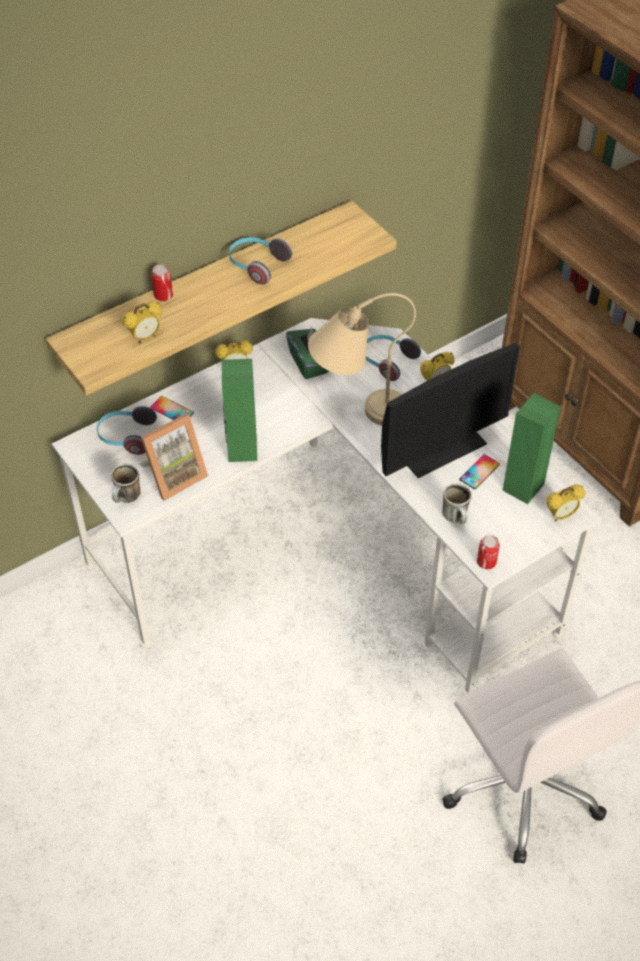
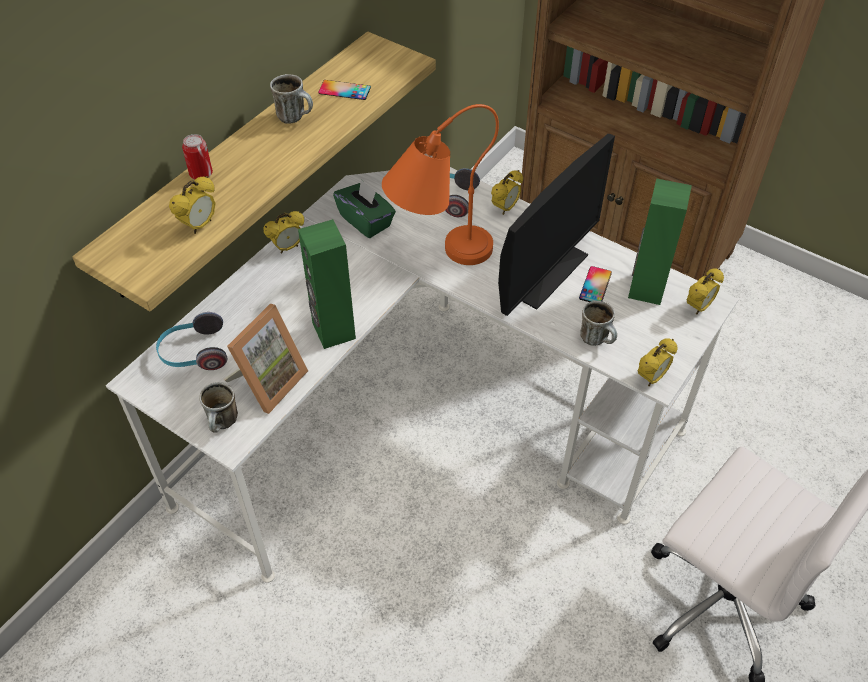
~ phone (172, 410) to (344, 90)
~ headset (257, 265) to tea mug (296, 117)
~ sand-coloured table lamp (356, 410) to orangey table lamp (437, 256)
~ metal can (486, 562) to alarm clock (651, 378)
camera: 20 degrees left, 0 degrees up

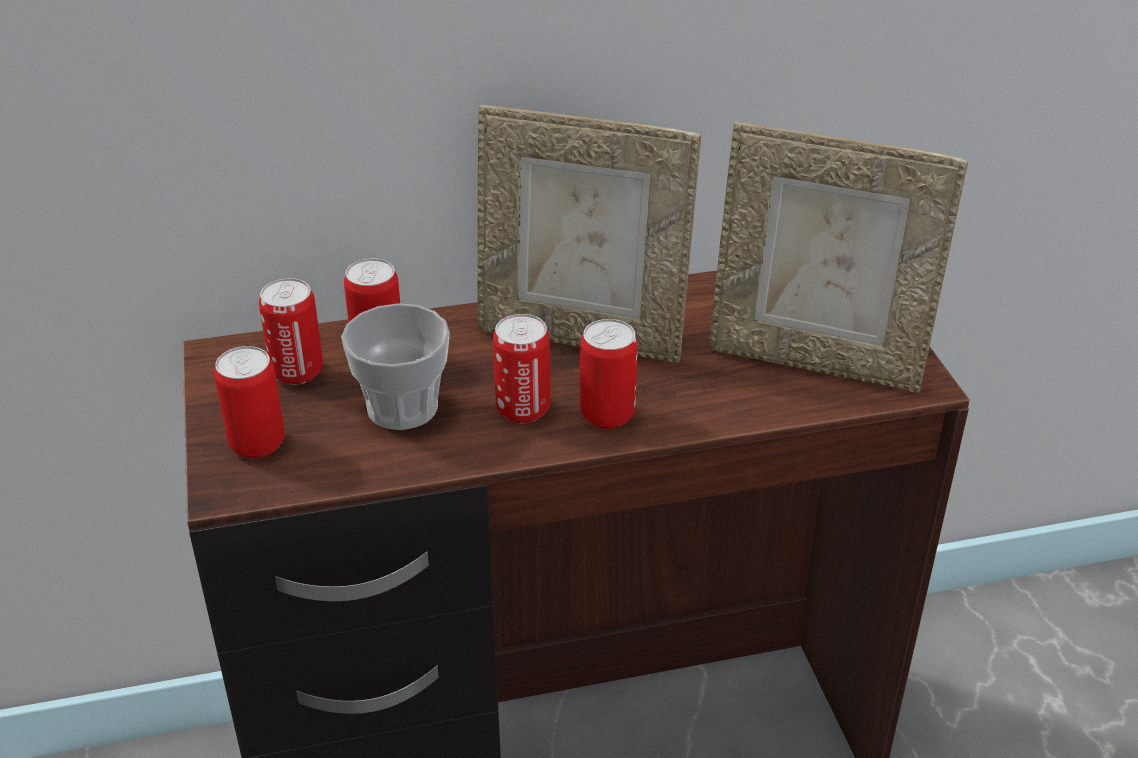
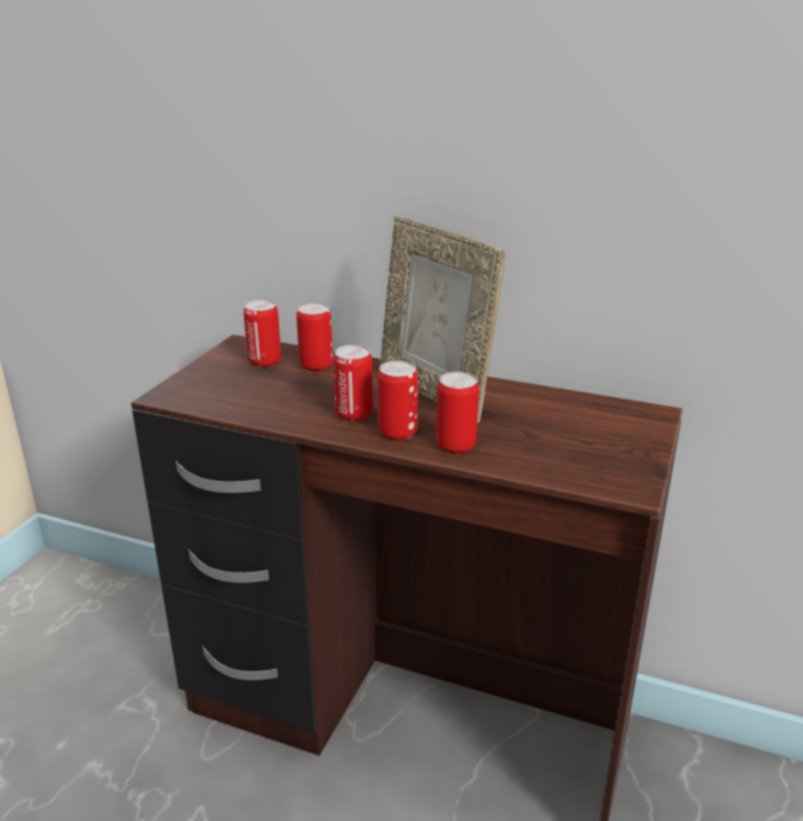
~ metal can (257, 444) to (455, 445)
- small cup (402, 408)
- standing frame (816, 361)
camera: 35 degrees right, 10 degrees down

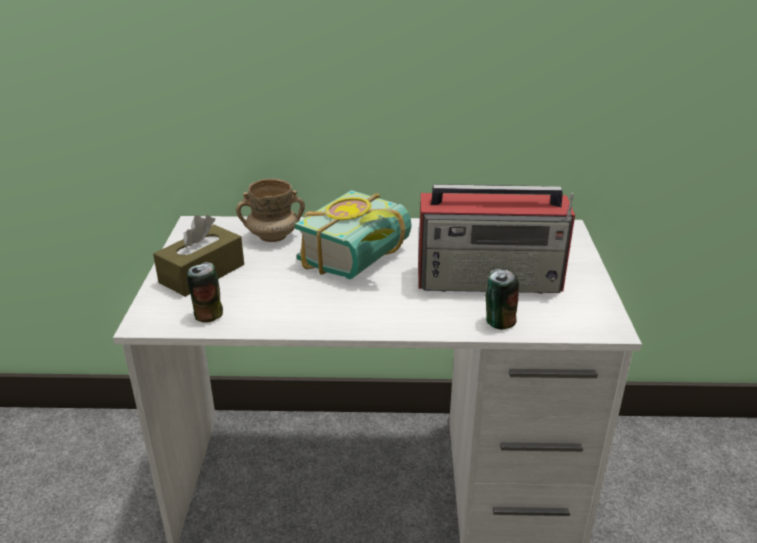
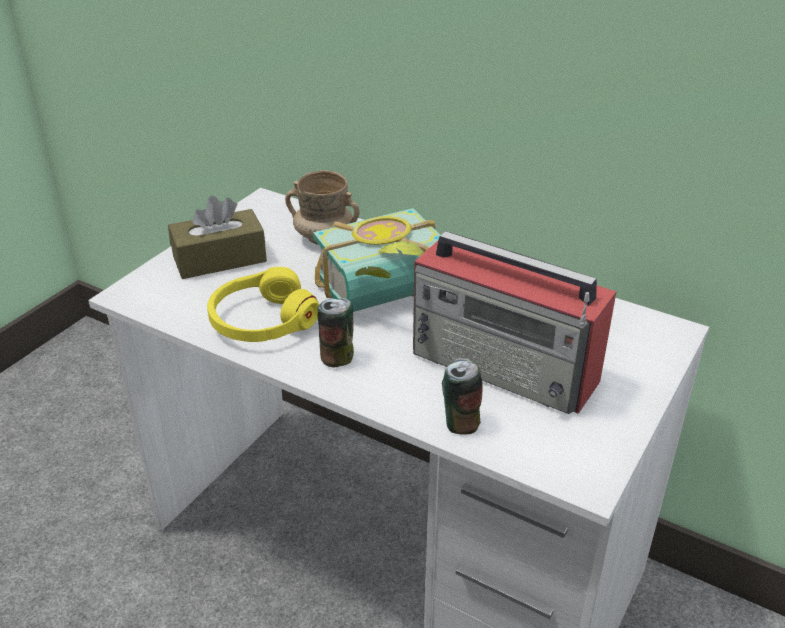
~ metal can (208, 315) to (337, 357)
+ yellowish headset (262, 321)
camera: 30 degrees right, 5 degrees up

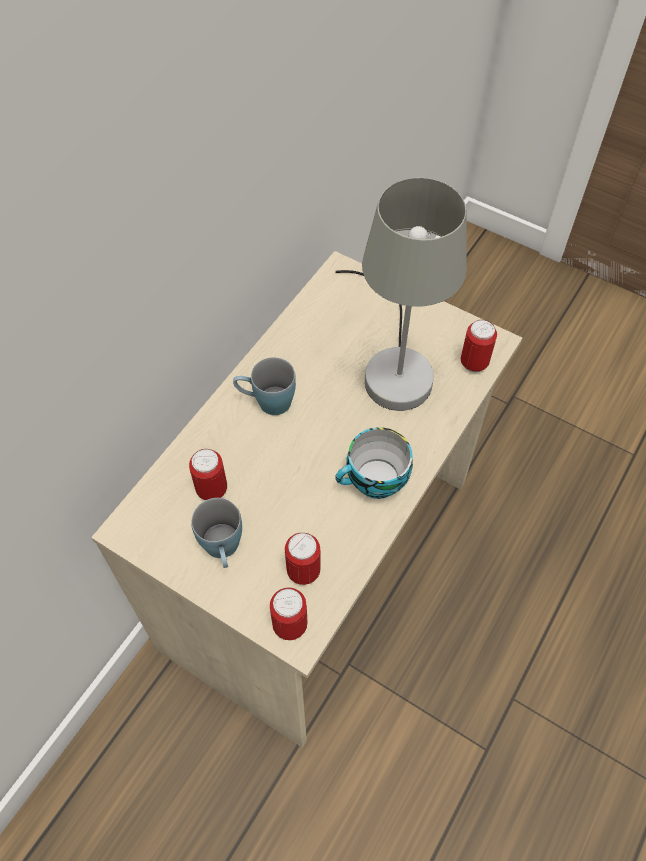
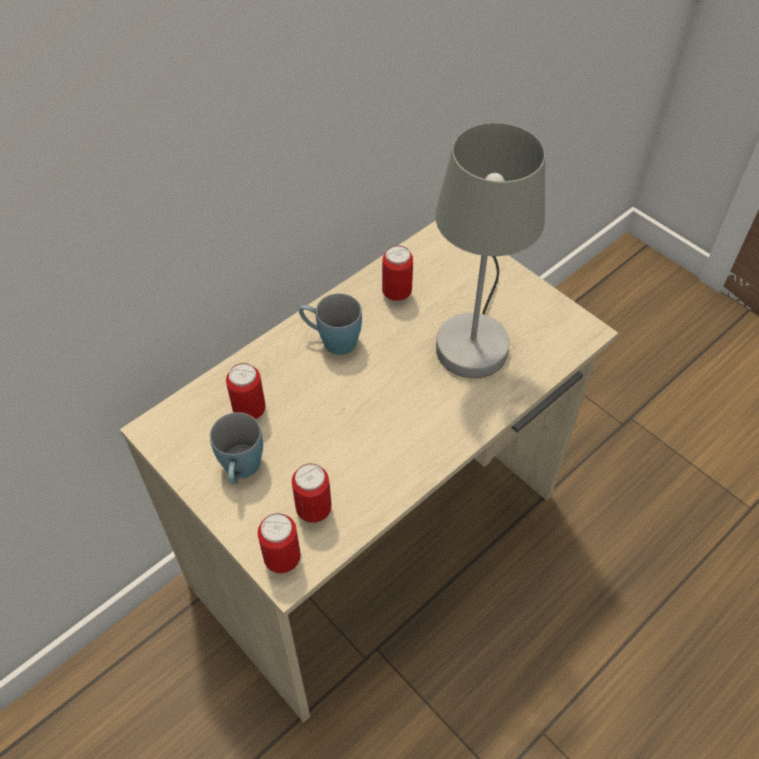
- small cup (374, 482)
~ metal can (474, 363) to (396, 294)
camera: 15 degrees right, 5 degrees down

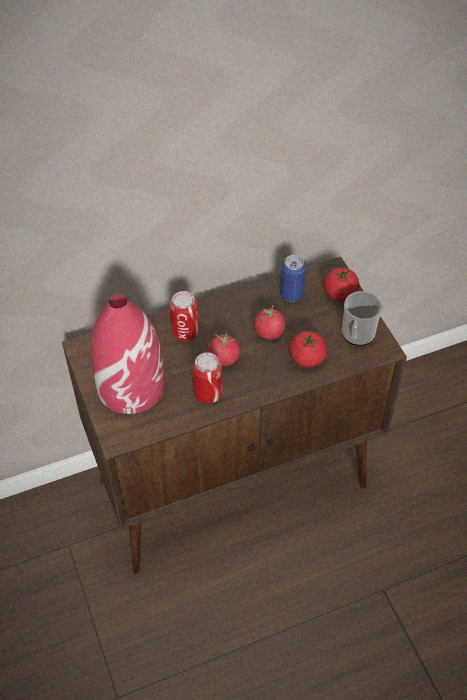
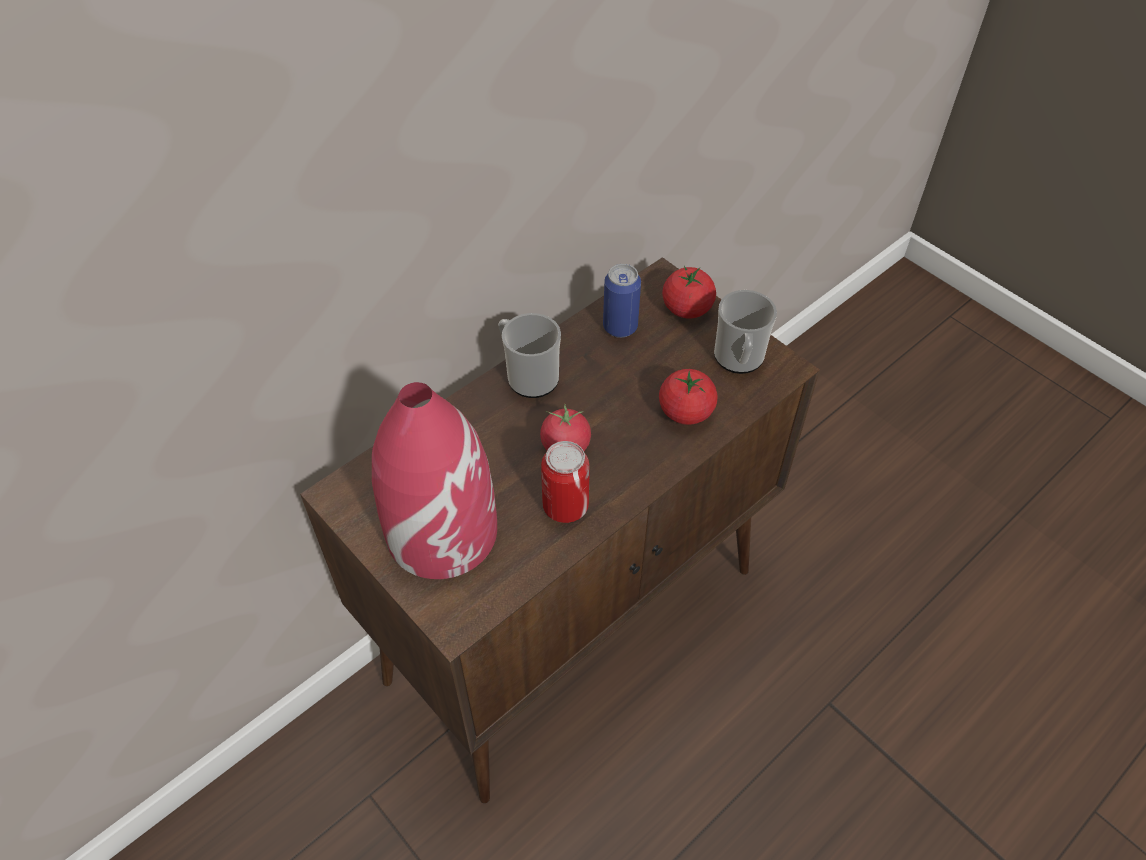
- metal can (185, 332)
- tomato (269, 332)
+ tea mug (528, 376)
camera: 20 degrees left, 0 degrees up

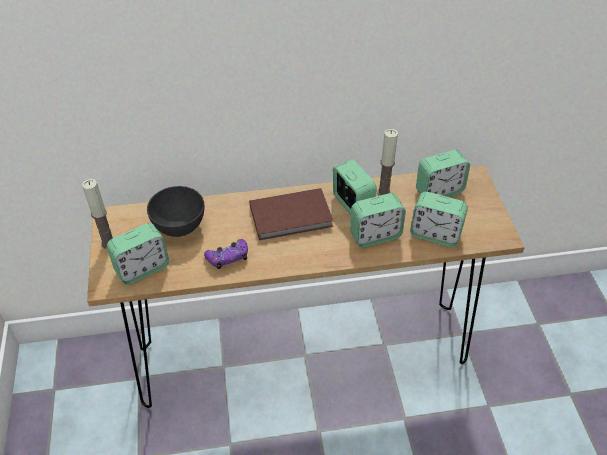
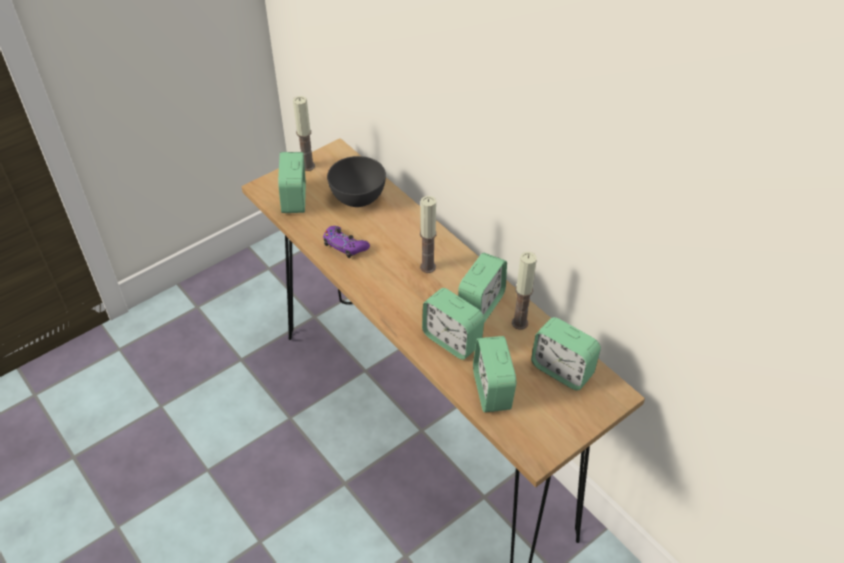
~ alarm clock (142, 268) = (294, 199) 60 degrees clockwise
~ brown-coloured volume (292, 217) to wax candle (428, 267)
camera: 60 degrees right, 0 degrees up

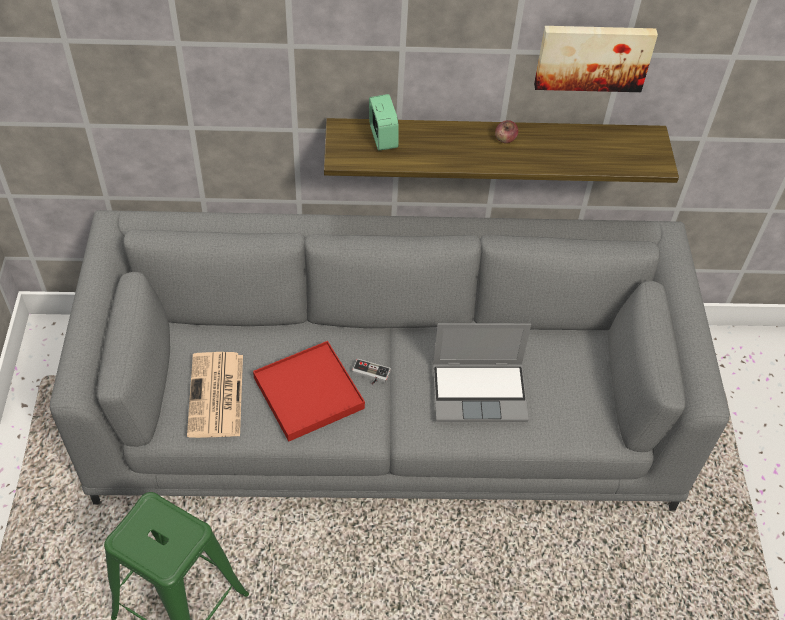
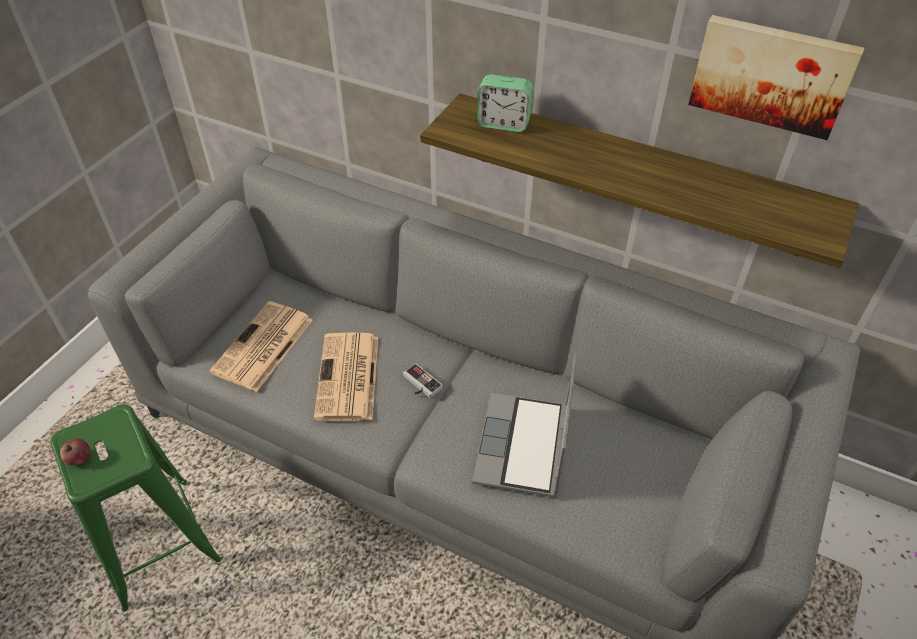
~ red-coloured tray (309, 393) to newspaper (348, 378)
~ alarm clock (383, 137) = (503, 123) 90 degrees clockwise
~ laptop (480, 392) = (524, 447) 75 degrees clockwise
~ apple fruit (505, 139) to (79, 458)
camera: 30 degrees right, 5 degrees down

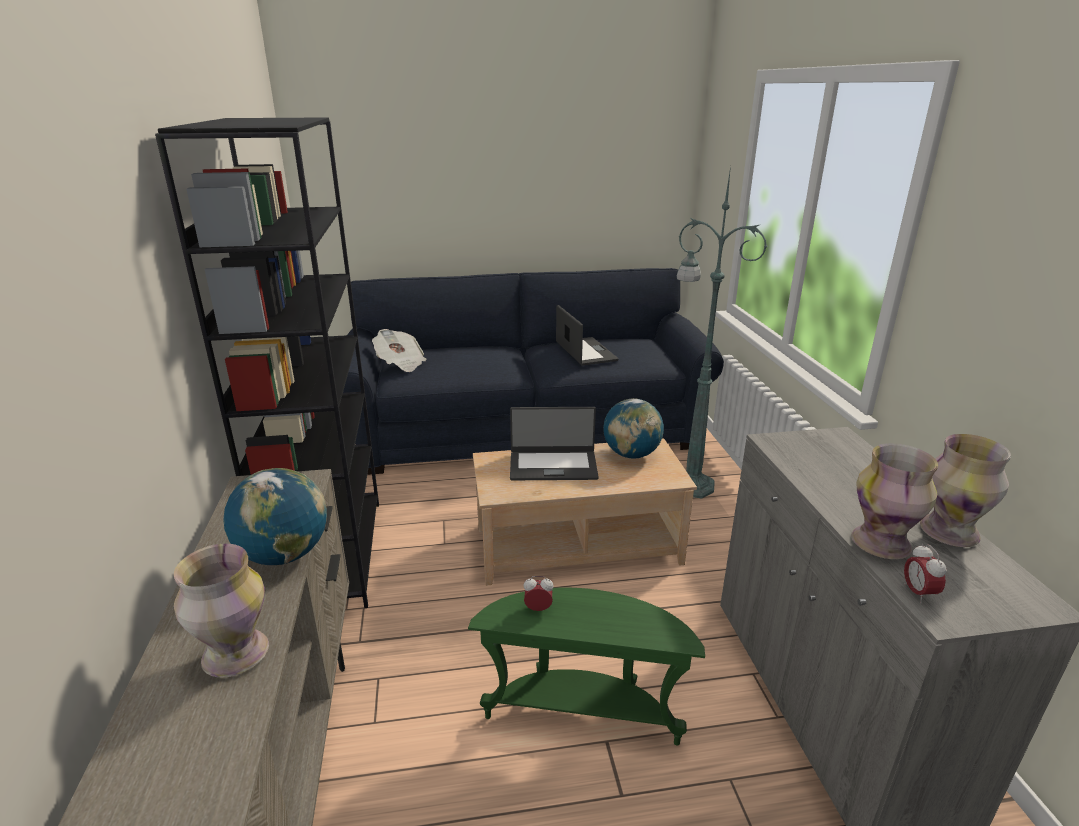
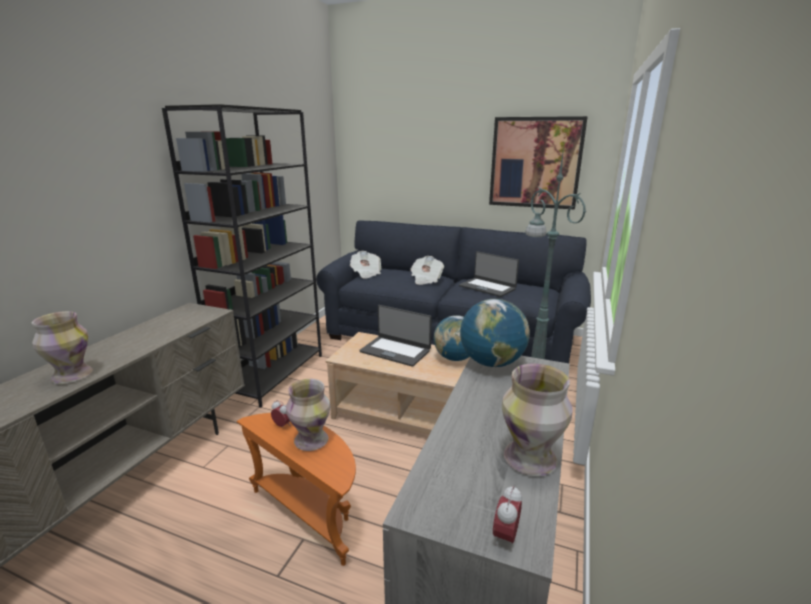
~ desk globe (284, 555) to (491, 363)
~ green side table (582, 710) to orangey side table (309, 514)
~ laptop (585, 352) = (487, 287) 120 degrees clockwise
~ decorative vase (881, 543) to (312, 440)
~ alarm clock (918, 593) to (505, 536)
+ newspaper (426, 279)
+ wall picture (535, 163)
camera: 30 degrees right, 5 degrees down

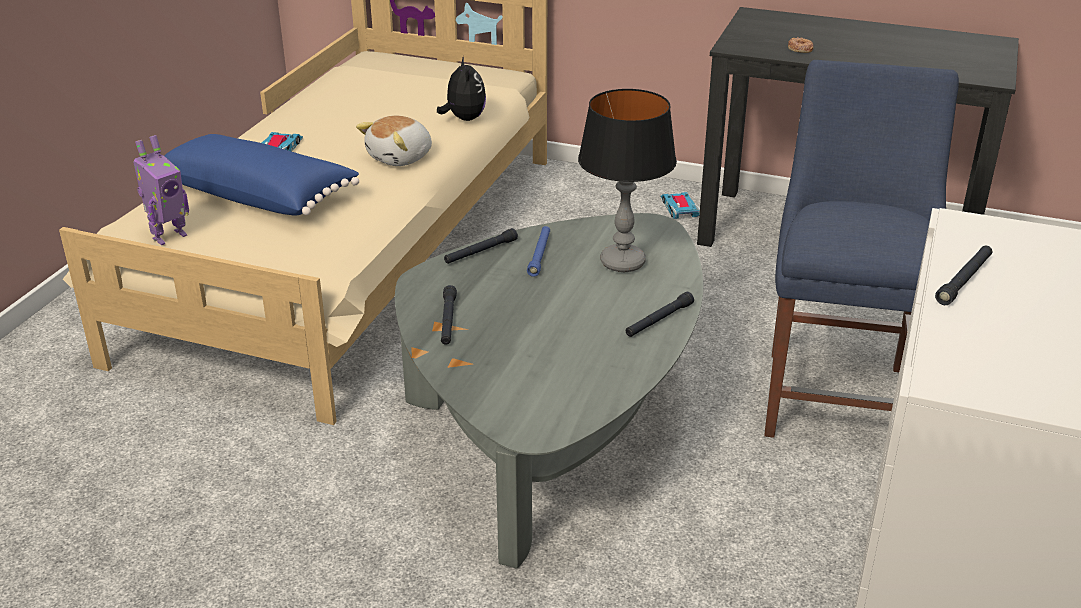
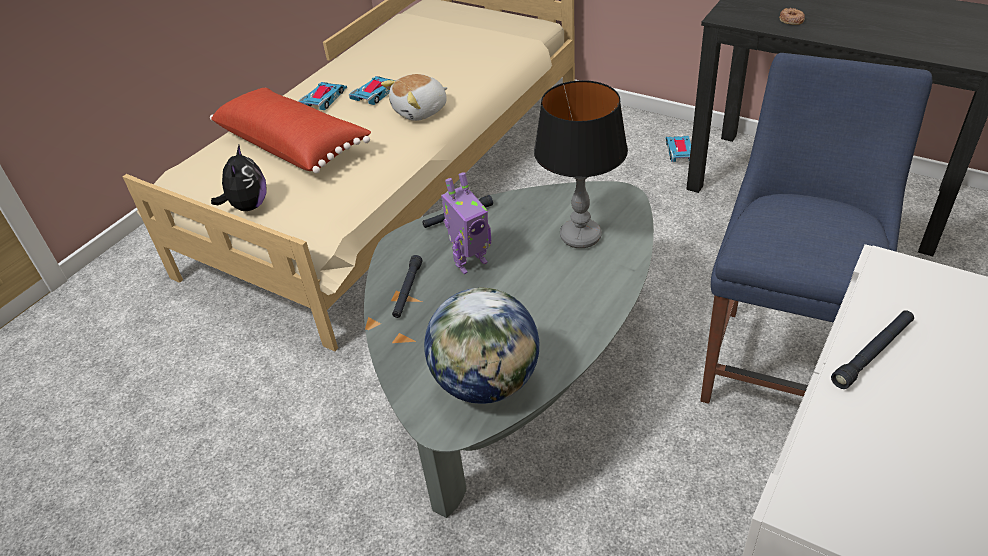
~ model robot (168, 236) to (470, 262)
~ blue throw pillow (258, 195) to red-coloured throw pillow (294, 145)
~ cuddly toy (464, 119) to (248, 206)
- blue torch (539, 255)
- blackish torch (659, 320)
+ toy car (376, 93)
+ desk globe (487, 382)
camera: 15 degrees right, 10 degrees up

